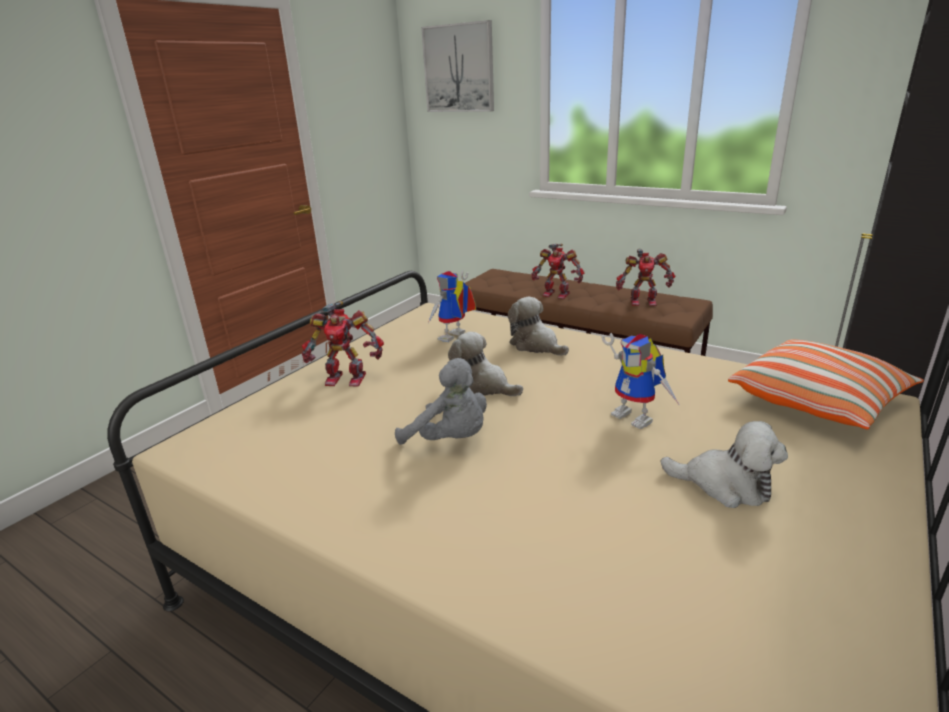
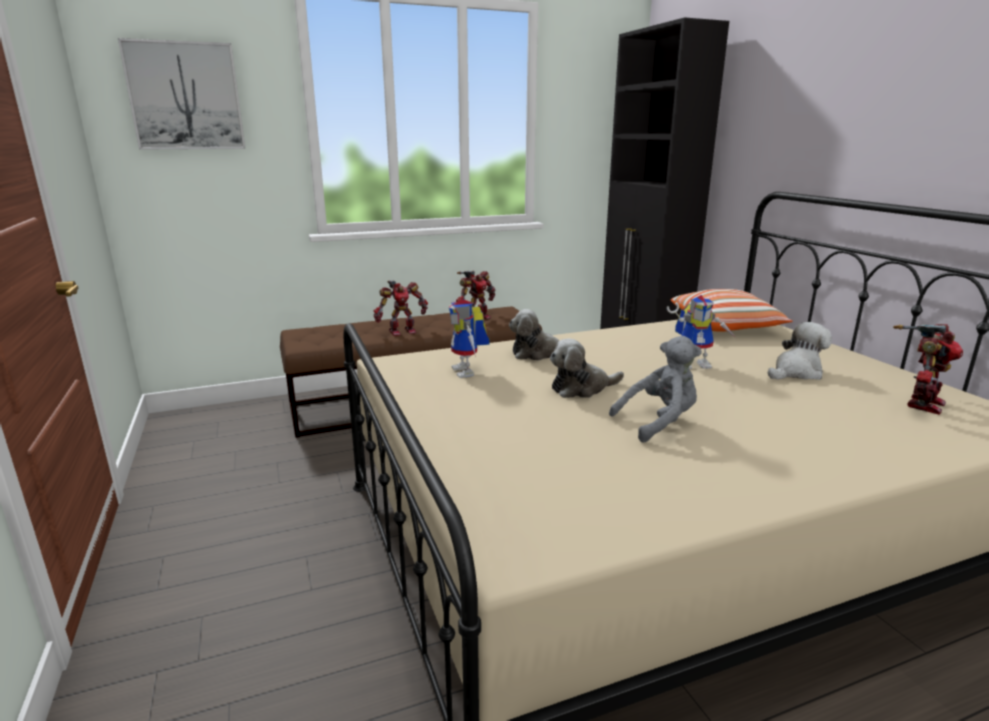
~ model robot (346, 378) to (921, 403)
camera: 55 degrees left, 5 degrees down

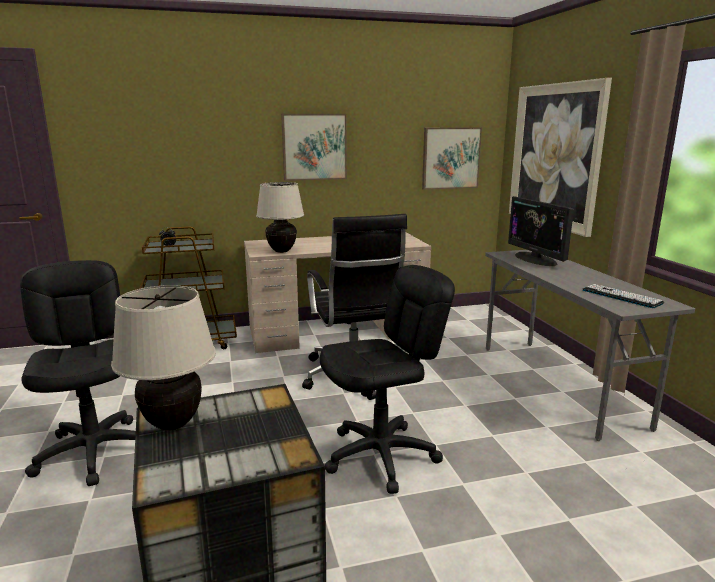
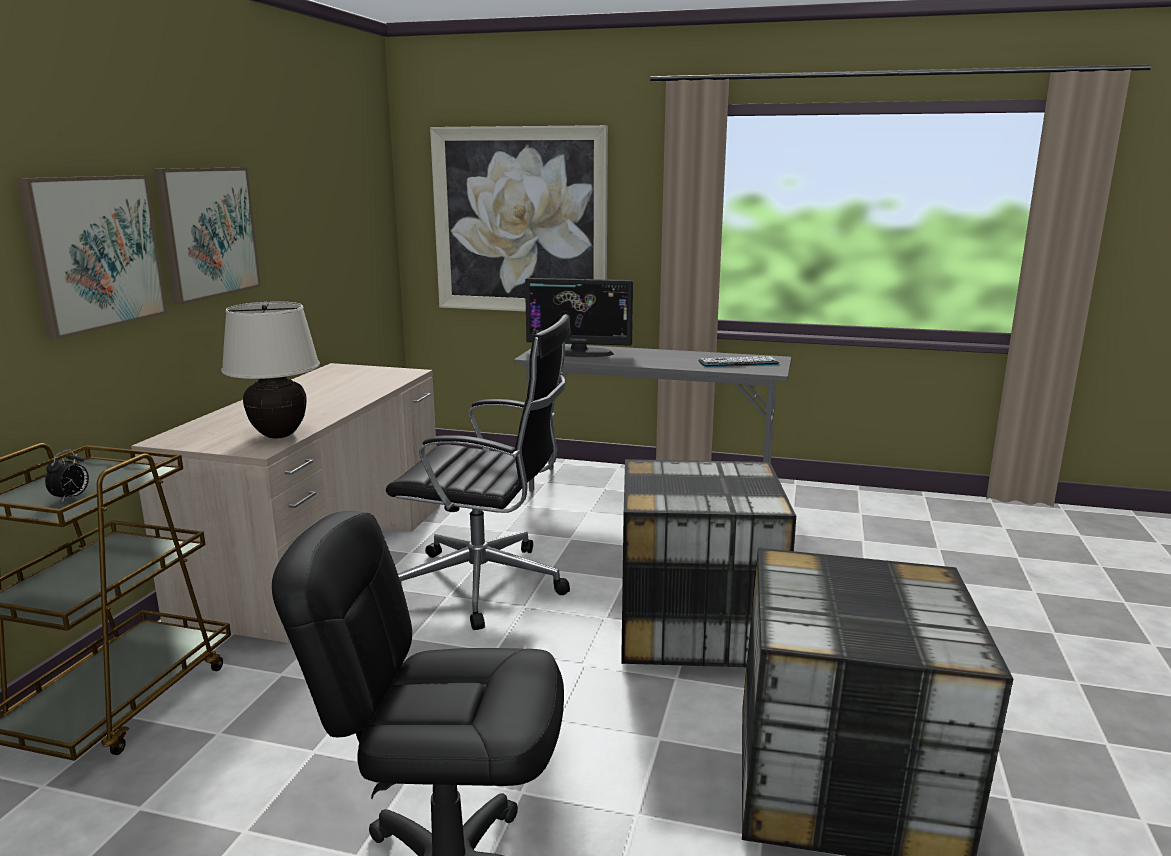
- sand-coloured table lamp (172, 424)
~ blackish desk chair (381, 456) to storage container (698, 626)
~ wall picture (450, 158) to (95, 252)
camera: 60 degrees left, 0 degrees up

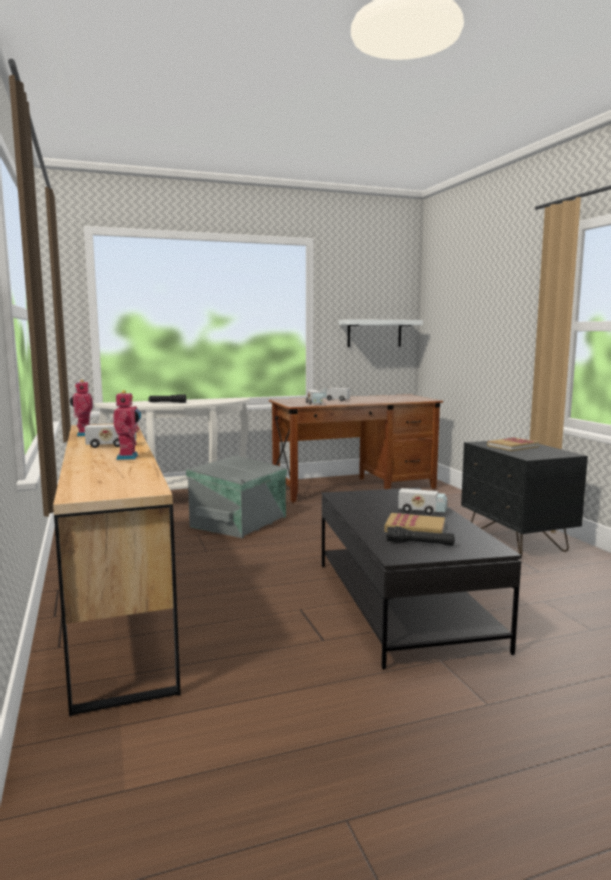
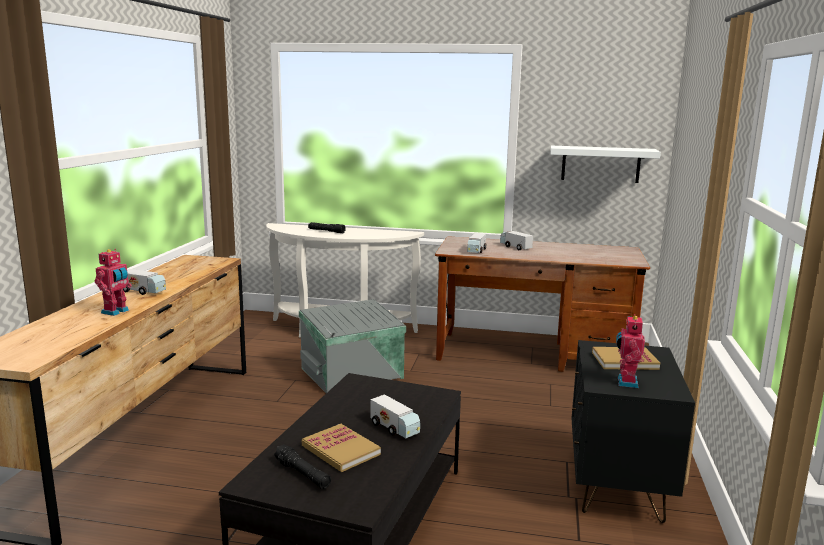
~ model robot (83, 434) to (625, 382)
camera: 30 degrees right, 5 degrees up

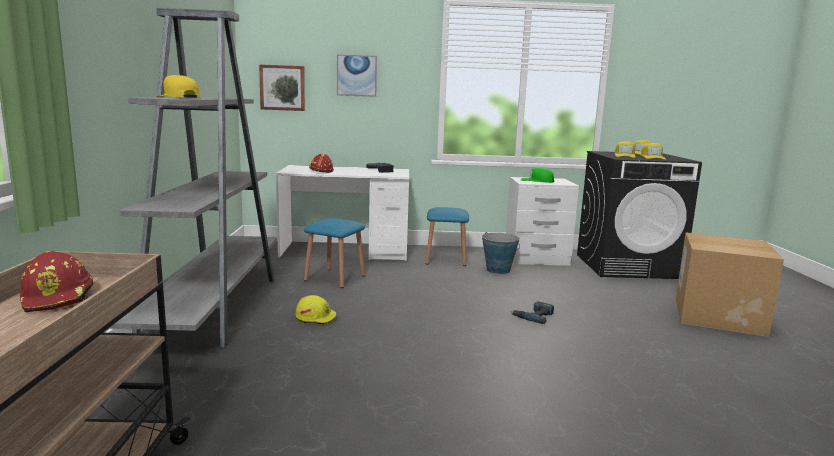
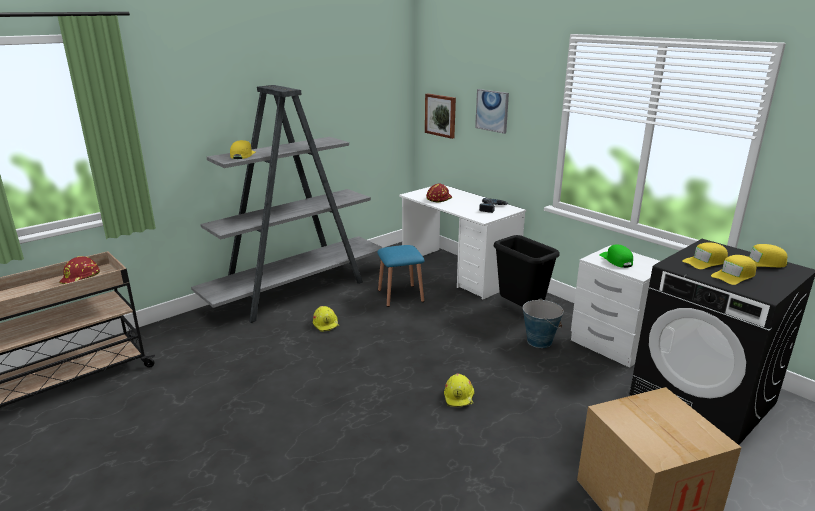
~ blue stool seat (445, 259) to blackish rubbish bin (520, 310)
~ electric drill (533, 316) to yellowish work helmet (459, 397)
camera: 50 degrees right, 10 degrees up

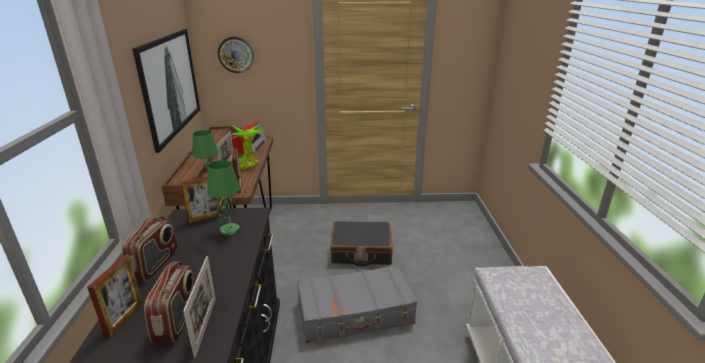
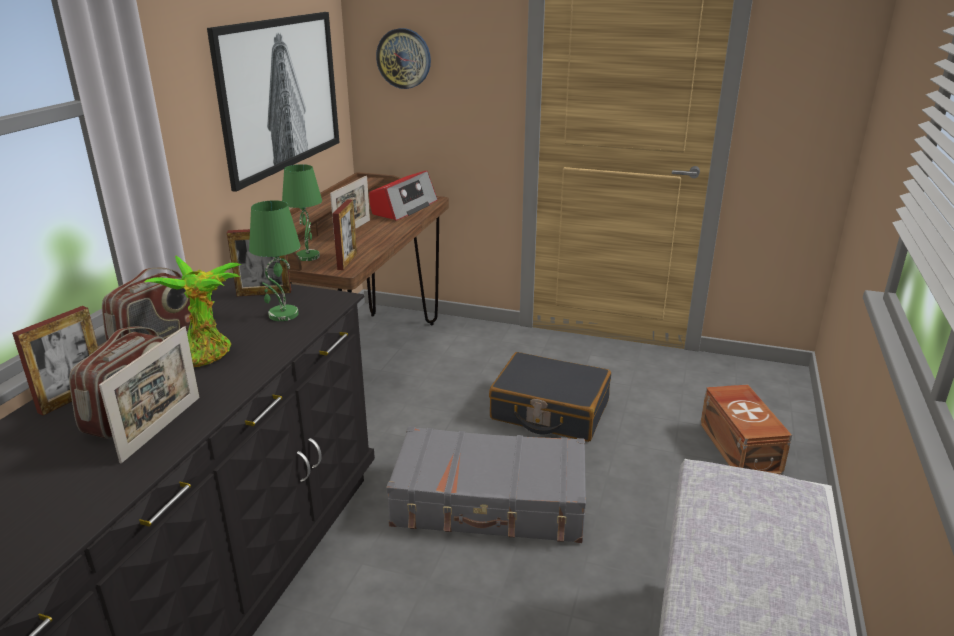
~ plant in a pot (247, 165) to (203, 354)
+ brown-coloured storage container (740, 446)
camera: 20 degrees right, 0 degrees up

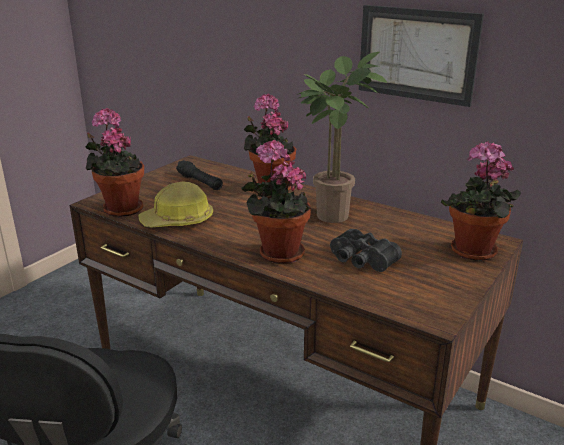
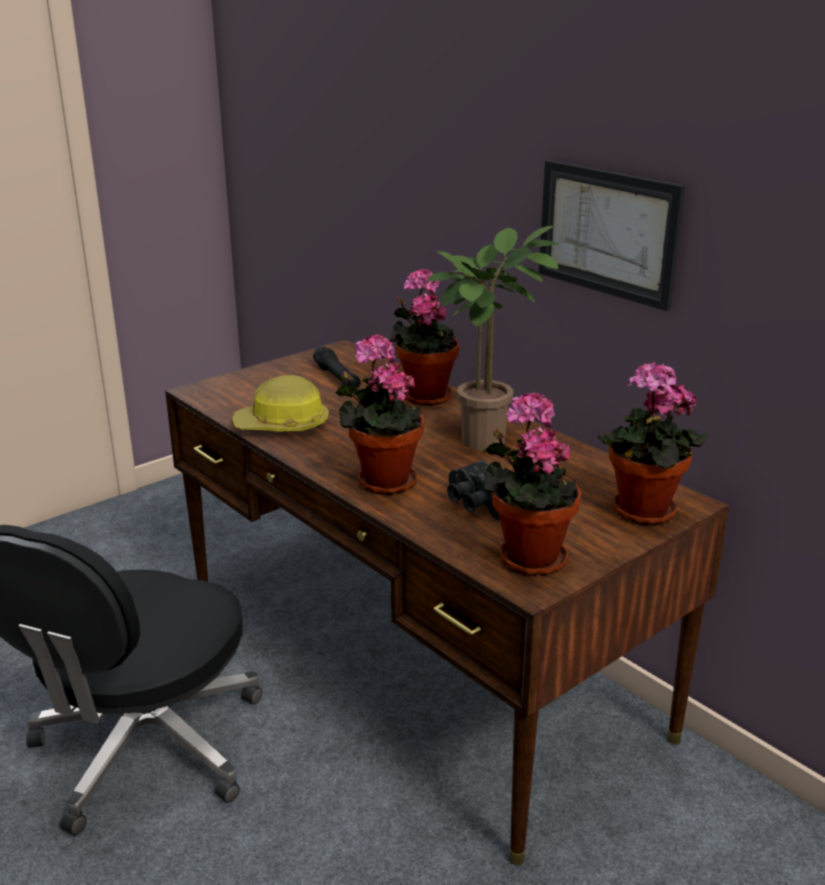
~ plant in a pot (120, 208) to (527, 556)
camera: 15 degrees right, 0 degrees up

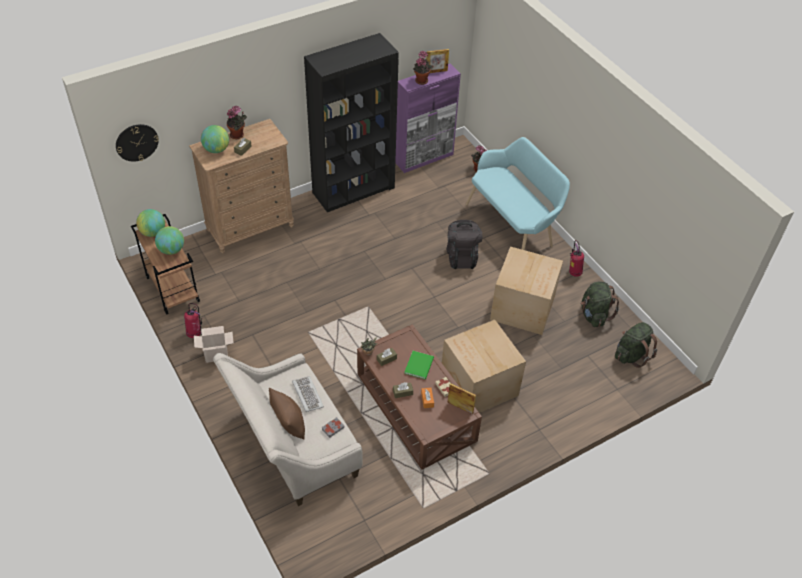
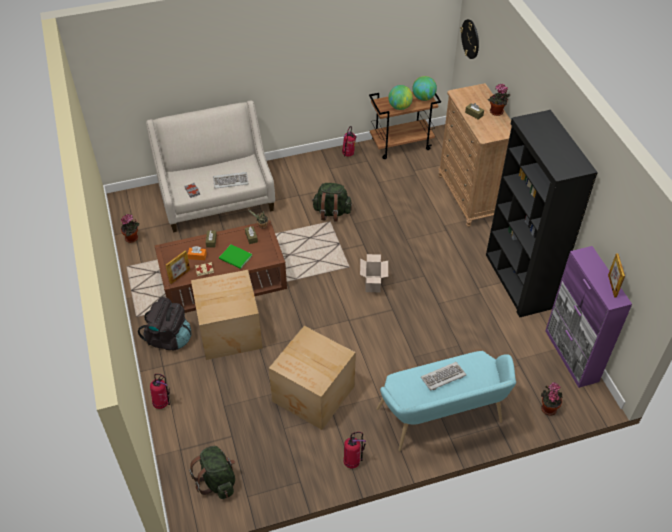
~ packing box (217, 354) to (373, 284)
- desk globe (216, 149)
- brown-coloured throw pillow (289, 424)
~ plant in a pot (421, 80) to (133, 238)
~ blackish rucksack (461, 257) to (169, 338)
~ green rucksack (594, 315) to (331, 212)
+ fire extinguisher (162, 403)
+ keyboard (443, 377)
camera: 105 degrees right, 0 degrees up

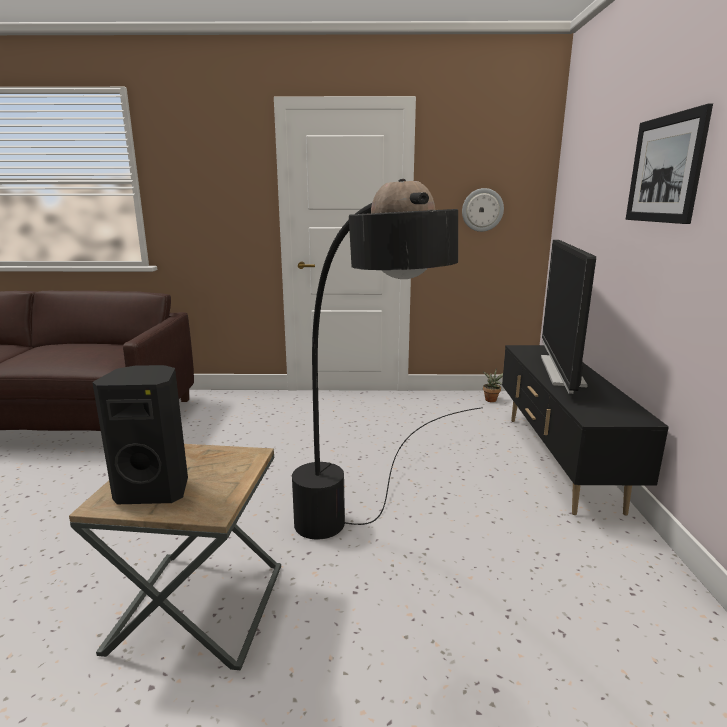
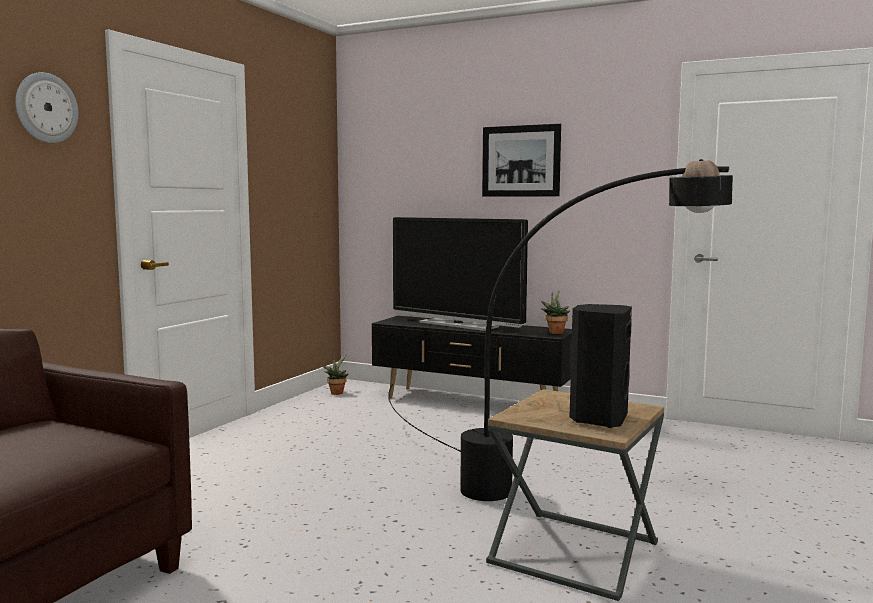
~ hanging clock (482, 210) to (46, 108)
+ plant in a pot (555, 332)
camera: 65 degrees left, 10 degrees down

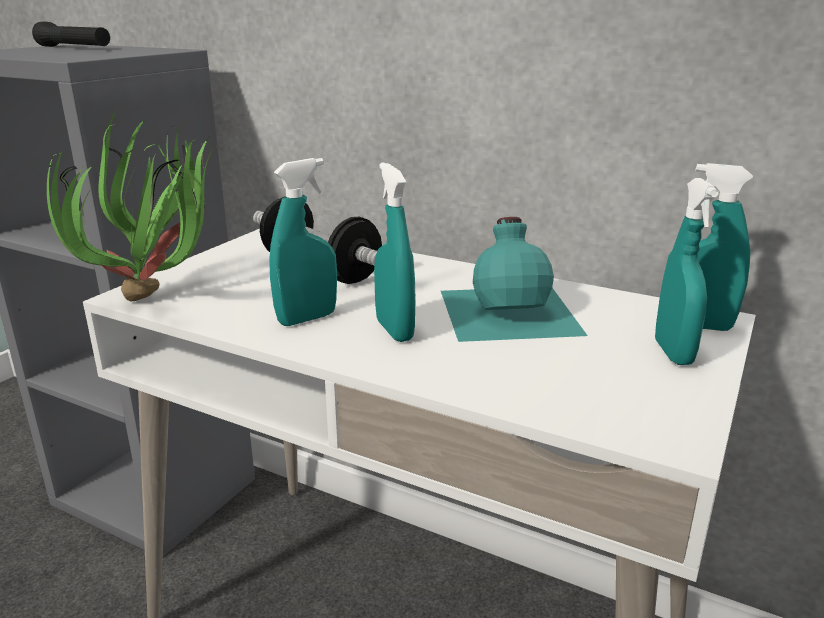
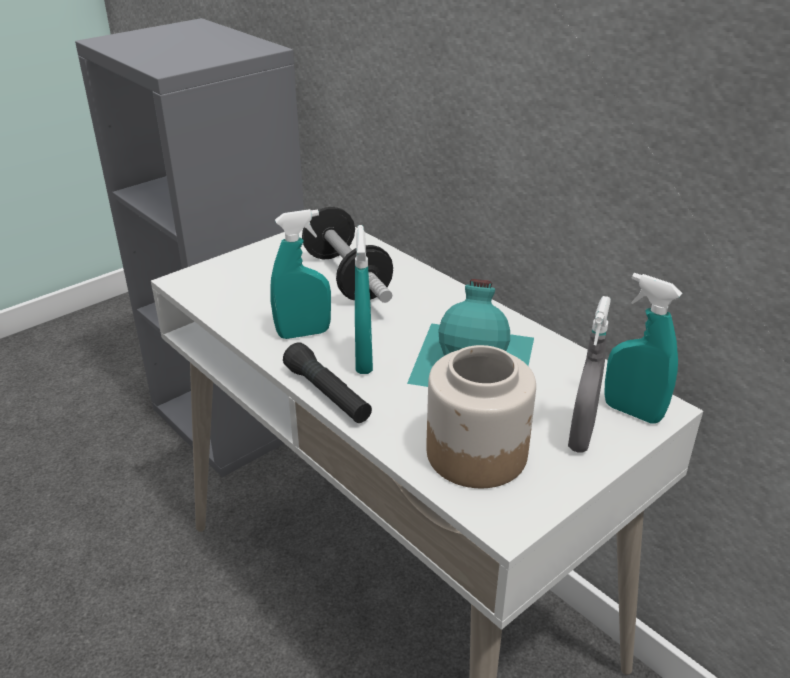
~ blackish torch (74, 48) to (327, 394)
- plant in a pot (162, 297)
~ blue-green hand sprayer (673, 353) to greyish hand sprayer (581, 436)
+ jar (478, 453)
camera: 20 degrees right, 10 degrees up

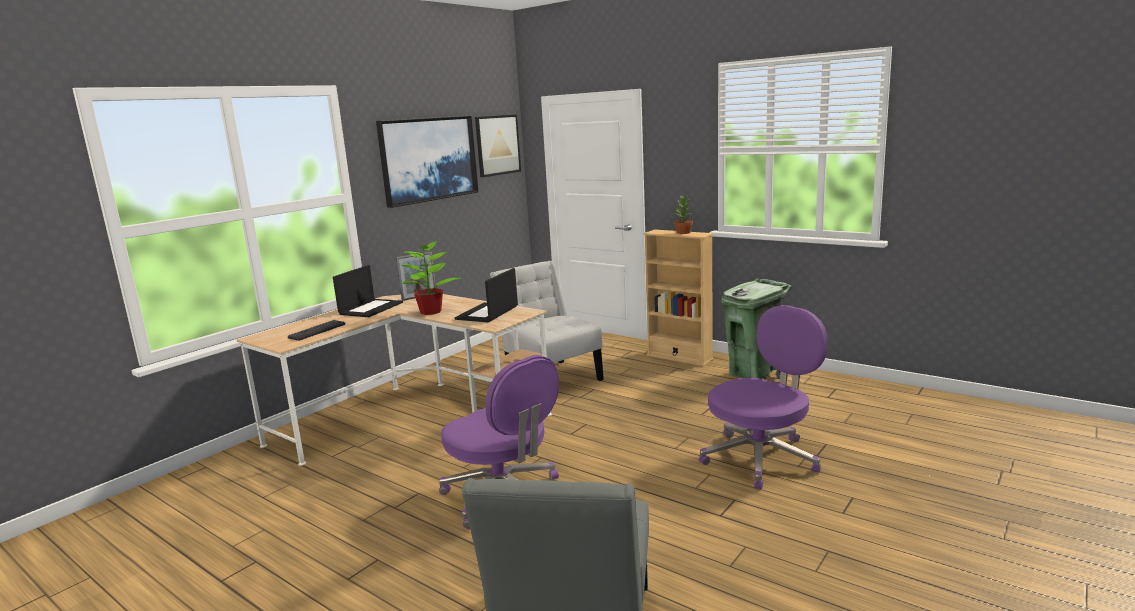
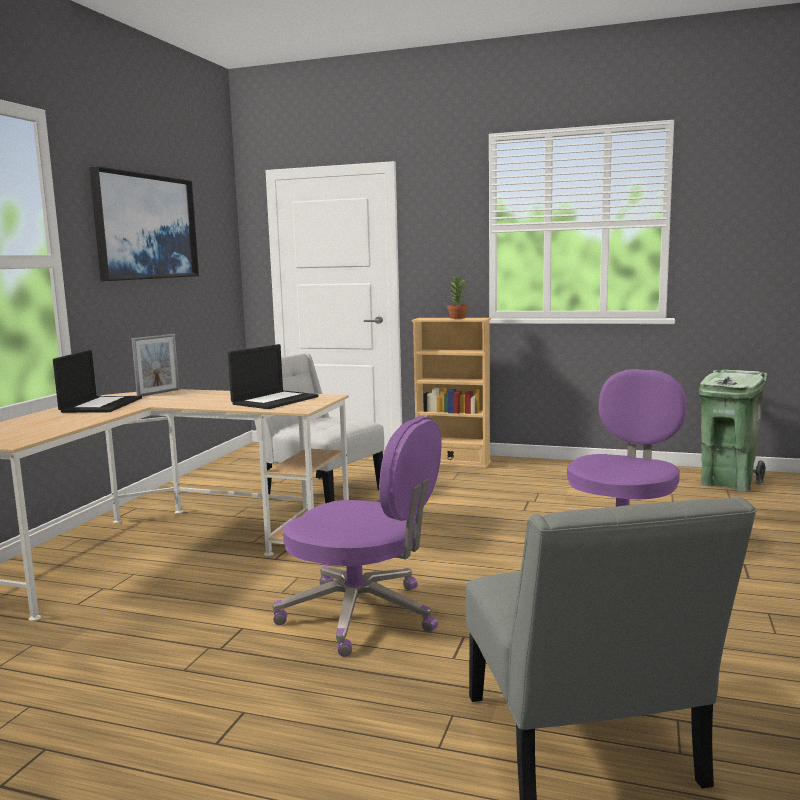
- keyboard (317, 331)
- plant in a pot (431, 311)
~ laptop (487, 313) = (275, 400) 150 degrees counterclockwise
- wall picture (497, 145)
~ green rubbish bin (754, 375) to (728, 483)
camera: 20 degrees left, 5 degrees down

